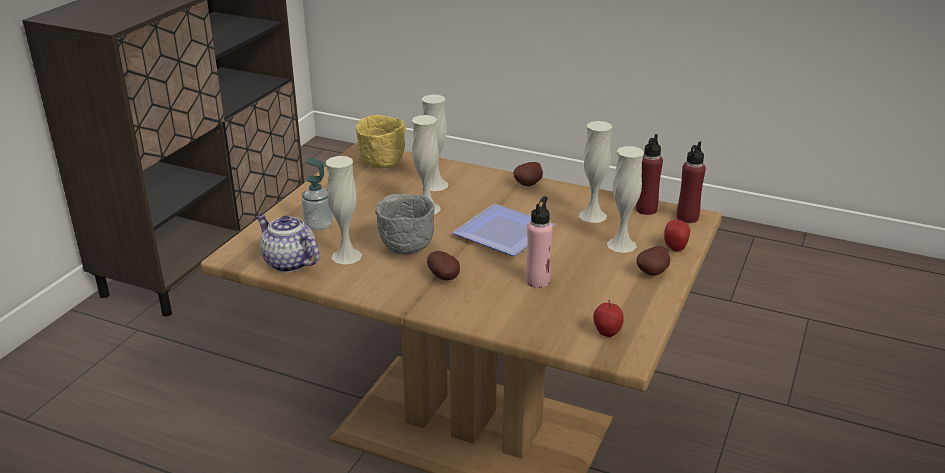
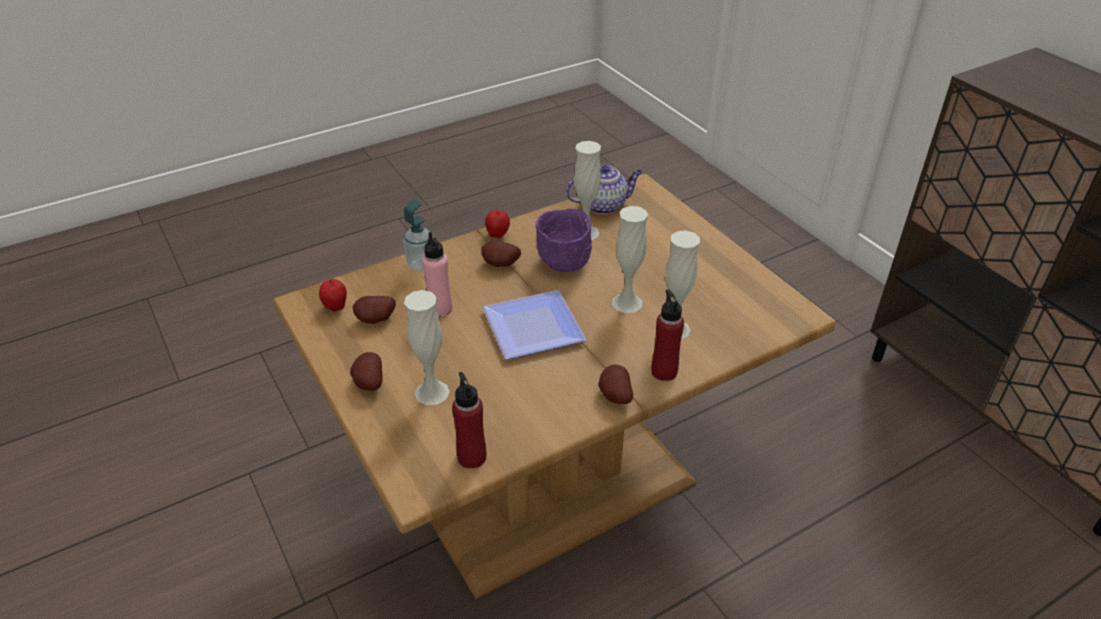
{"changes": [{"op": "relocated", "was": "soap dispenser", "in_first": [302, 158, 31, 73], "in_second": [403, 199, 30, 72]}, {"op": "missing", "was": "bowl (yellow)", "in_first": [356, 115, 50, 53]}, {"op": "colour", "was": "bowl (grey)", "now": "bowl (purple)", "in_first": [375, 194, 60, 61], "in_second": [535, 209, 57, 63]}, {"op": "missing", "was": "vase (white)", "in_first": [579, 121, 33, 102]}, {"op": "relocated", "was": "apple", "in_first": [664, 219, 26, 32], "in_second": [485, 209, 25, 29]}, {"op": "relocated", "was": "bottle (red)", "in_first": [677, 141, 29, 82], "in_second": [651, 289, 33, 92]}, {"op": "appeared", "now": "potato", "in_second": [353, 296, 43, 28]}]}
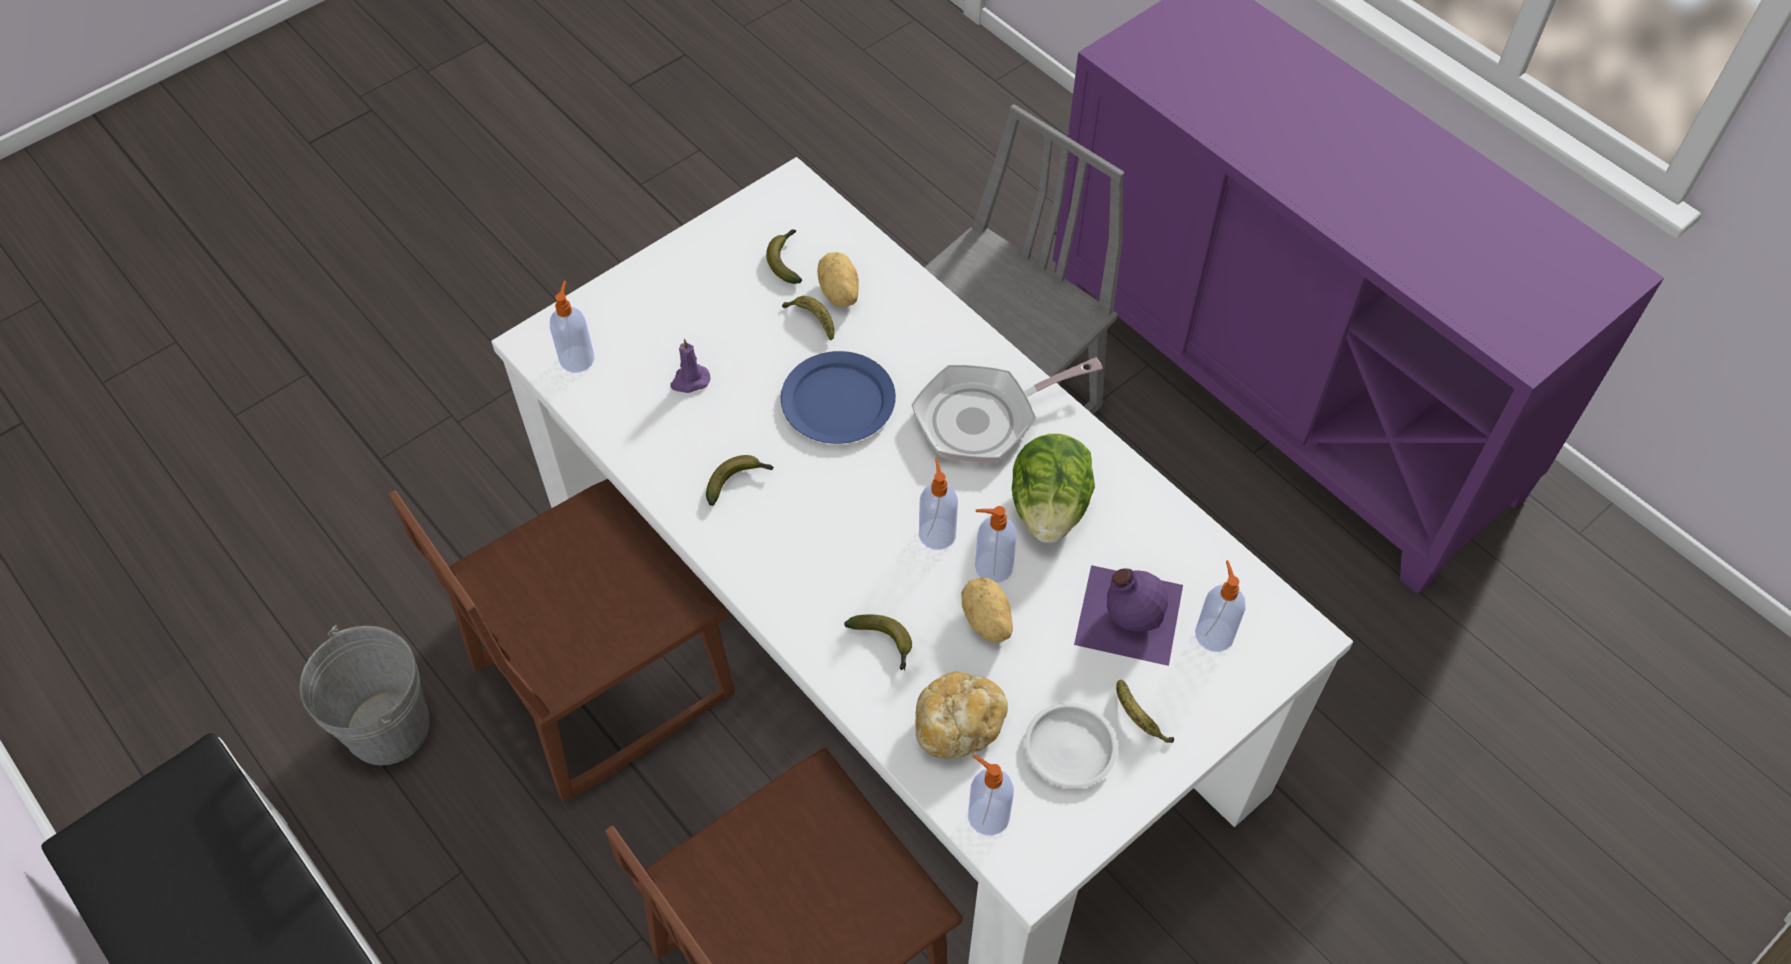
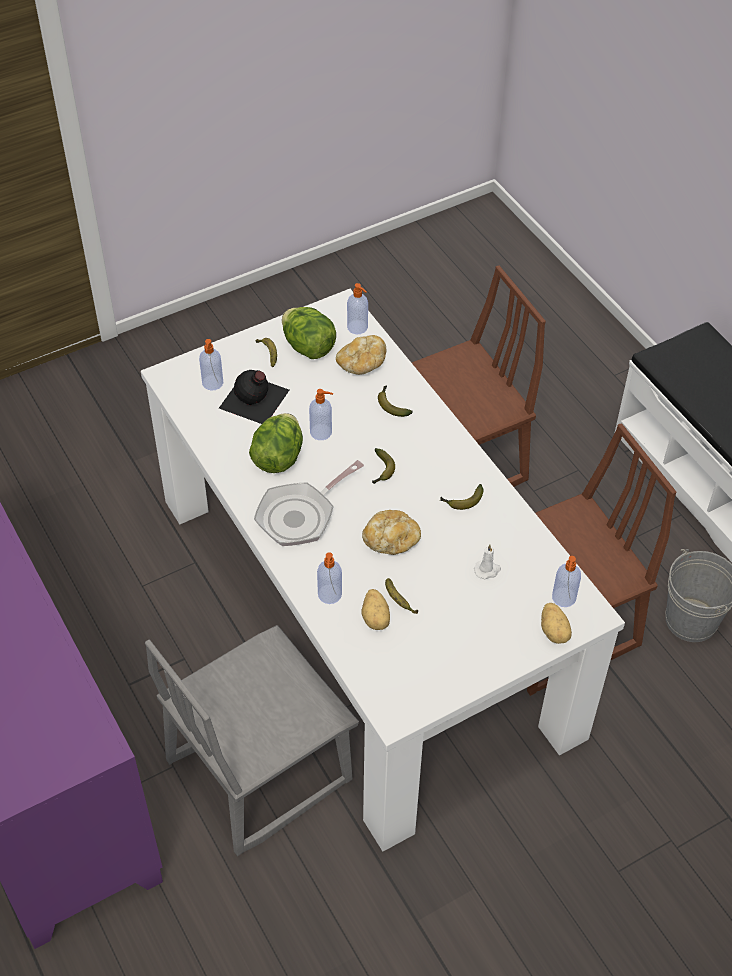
{"changes": [{"op": "colour", "was": "candle (purple)", "now": "candle (white)", "in_first": [670, 339, 40, 54], "in_second": [474, 545, 27, 35]}, {"op": "relocated", "was": "banana", "in_first": [766, 229, 36, 55], "in_second": [372, 448, 23, 36]}, {"op": "exchanged", "was": "plate (blue)", "now": "bread", "in_first": [781, 351, 115, 93], "in_second": [362, 510, 59, 45]}, {"op": "spun", "was": "frying pan", "in_first": [911, 357, 192, 106], "in_second": [254, 460, 110, 86], "clockwise": 150}, {"op": "relocated", "was": "soap dispenser", "in_first": [919, 458, 39, 92], "in_second": [317, 552, 25, 52]}, {"op": "relocated", "was": "potato", "in_first": [961, 577, 52, 66], "in_second": [541, 603, 31, 41]}, {"op": "exchanged", "was": "plate (white)", "now": "lettuce", "in_first": [1024, 703, 93, 86], "in_second": [282, 307, 54, 52]}, {"op": "colour", "was": "bottle (purple)", "now": "bottle (black)", "in_first": [1074, 565, 109, 101], "in_second": [219, 370, 70, 54]}]}
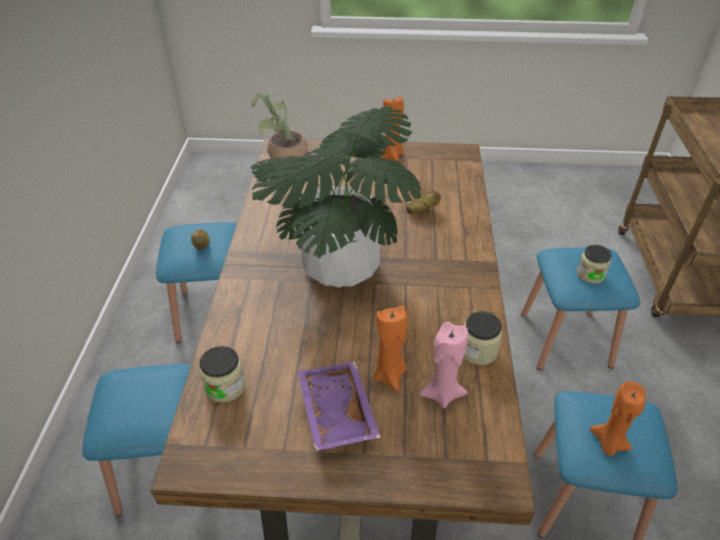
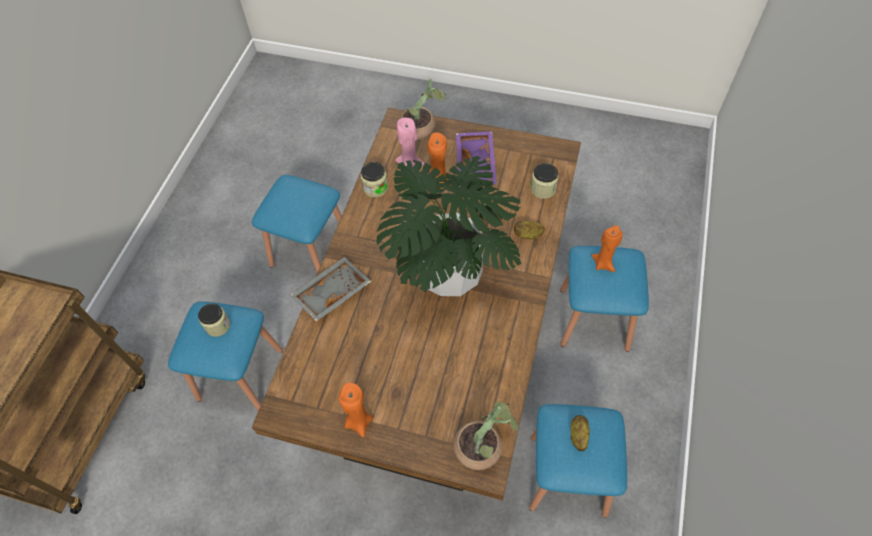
{"changes": [{"op": "relocated", "was": "potato", "in_first": [407, 190, 34, 25], "in_second": [514, 221, 31, 18]}, {"op": "relocated", "was": "candle (orange)", "in_first": [590, 381, 56, 75], "in_second": [591, 225, 32, 47]}, {"op": "appeared", "now": "tray (grey)", "in_second": [290, 257, 81, 64]}, {"op": "appeared", "now": "potted plant", "in_second": [401, 78, 45, 62]}]}
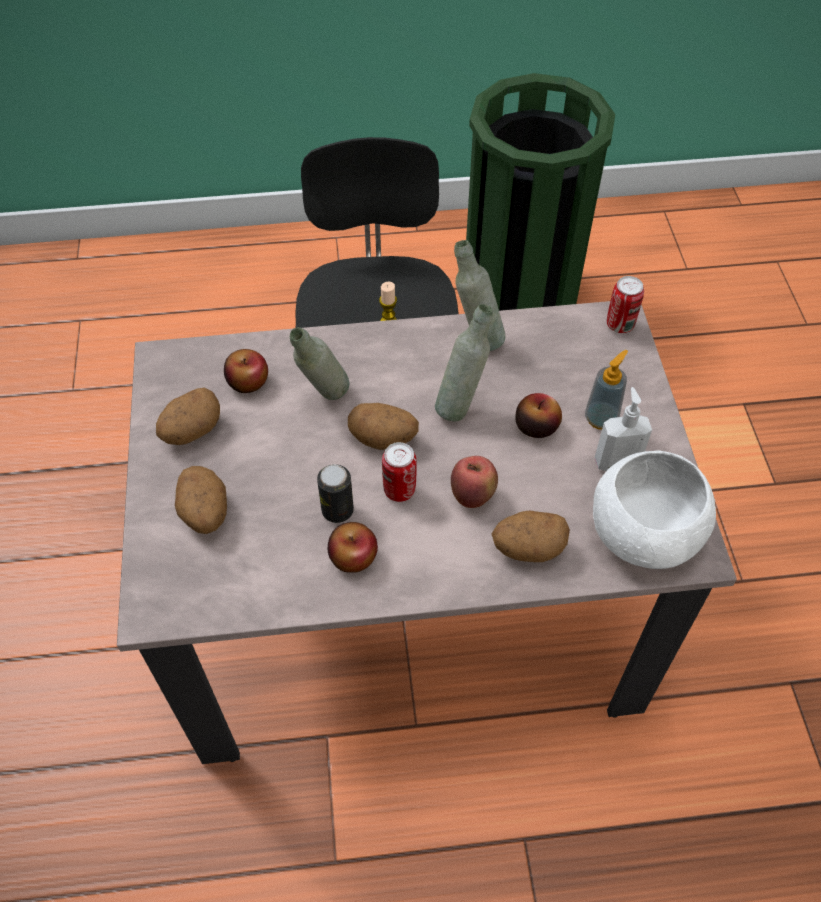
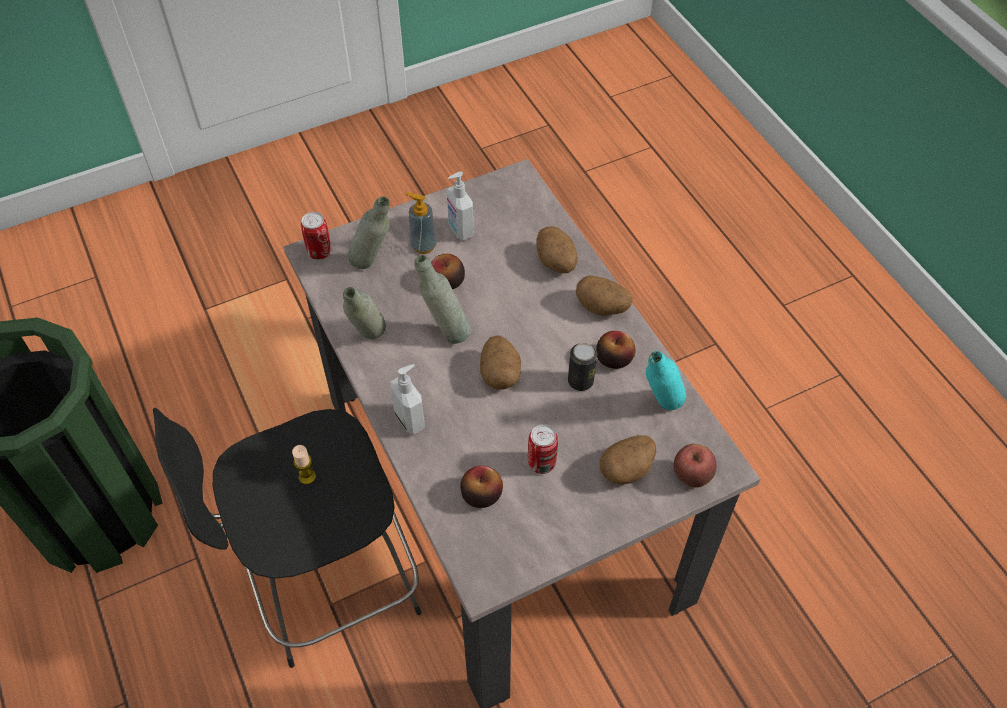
{"changes": [{"op": "relocated", "was": "potato", "in_first": [156, 387, 64, 58], "in_second": [576, 275, 57, 41]}, {"op": "relocated", "was": "bottle (grey)", "in_first": [290, 327, 59, 73], "in_second": [348, 196, 42, 73]}, {"op": "relocated", "was": "can", "in_first": [382, 442, 35, 60], "in_second": [528, 424, 30, 50]}, {"op": "relocated", "was": "apple", "in_first": [451, 456, 47, 52], "in_second": [674, 444, 43, 44]}, {"op": "missing", "was": "bowl (white)", "in_first": [593, 450, 123, 119]}, {"op": "appeared", "now": "soap dispenser", "in_second": [390, 364, 35, 71]}, {"op": "appeared", "now": "bottle (turquoise)", "in_second": [646, 351, 40, 59]}]}
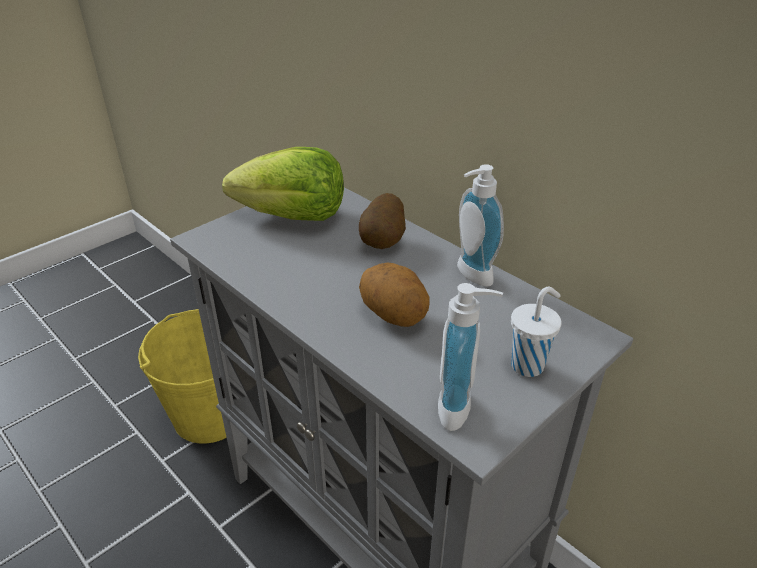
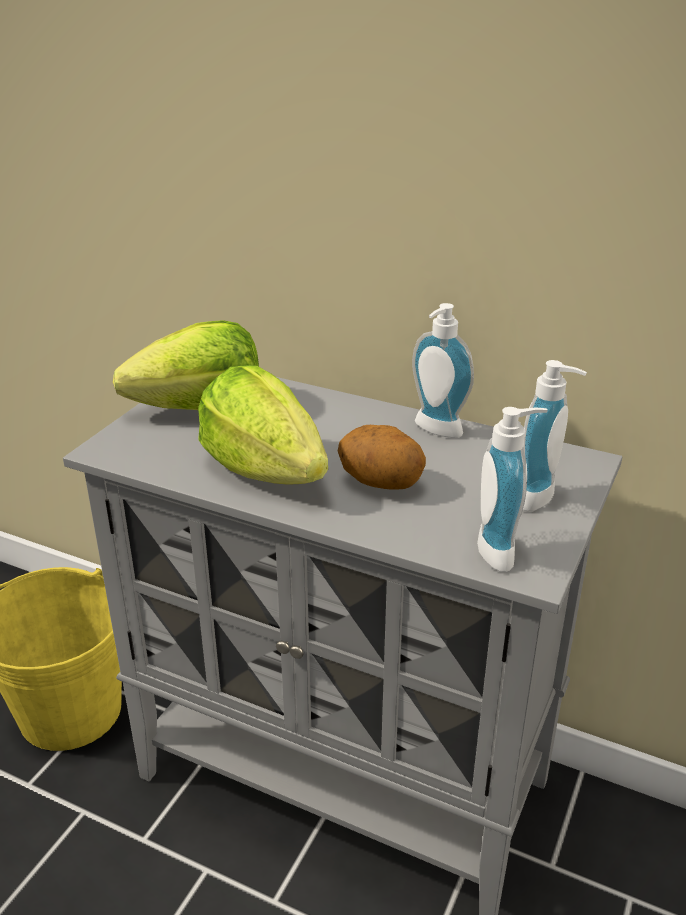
{"changes": [{"op": "missing", "was": "potato", "in_first": [359, 193, 47, 56]}, {"op": "exchanged", "was": "cup (white)", "now": "soap dispenser", "in_first": [511, 287, 50, 90], "in_second": [523, 360, 64, 152]}, {"op": "appeared", "now": "lettuce", "in_second": [198, 365, 130, 120]}]}
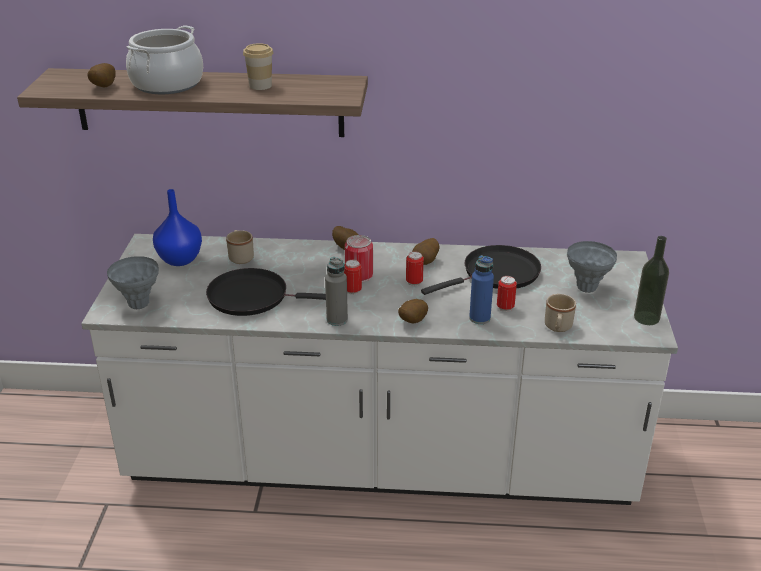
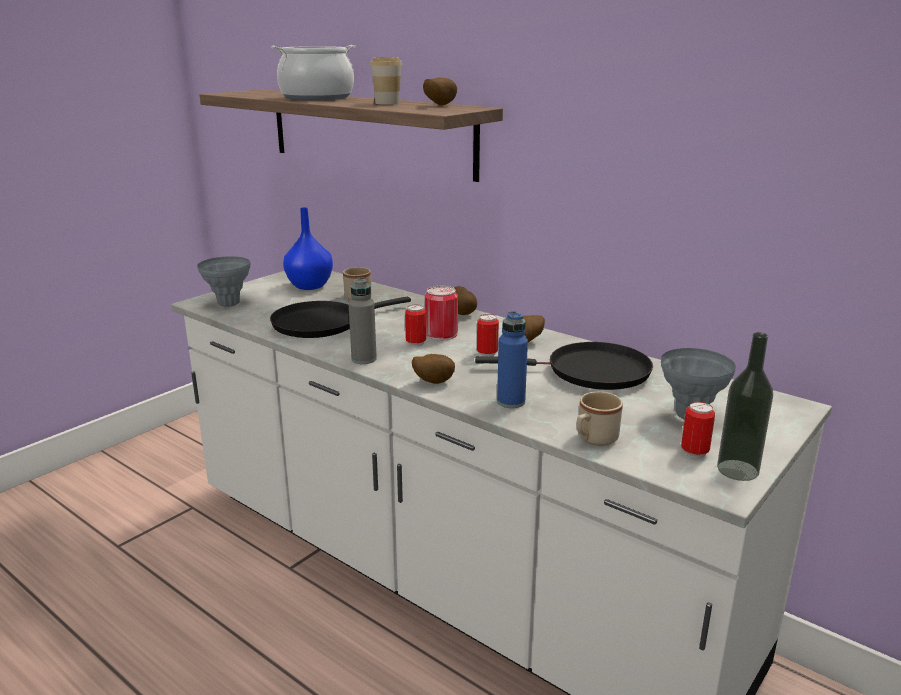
{"changes": [{"op": "relocated", "was": "potato", "in_first": [88, 63, 28, 25], "in_second": [423, 78, 34, 27]}, {"op": "spun", "was": "frying pan (black)", "in_first": [206, 268, 120, 48], "in_second": [270, 297, 141, 41], "clockwise": -75}, {"op": "relocated", "was": "can", "in_first": [497, 276, 20, 36], "in_second": [681, 402, 34, 56]}]}
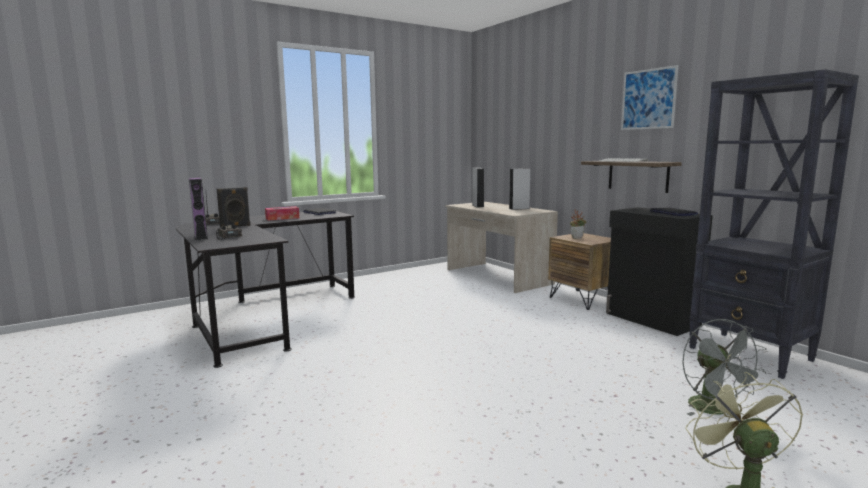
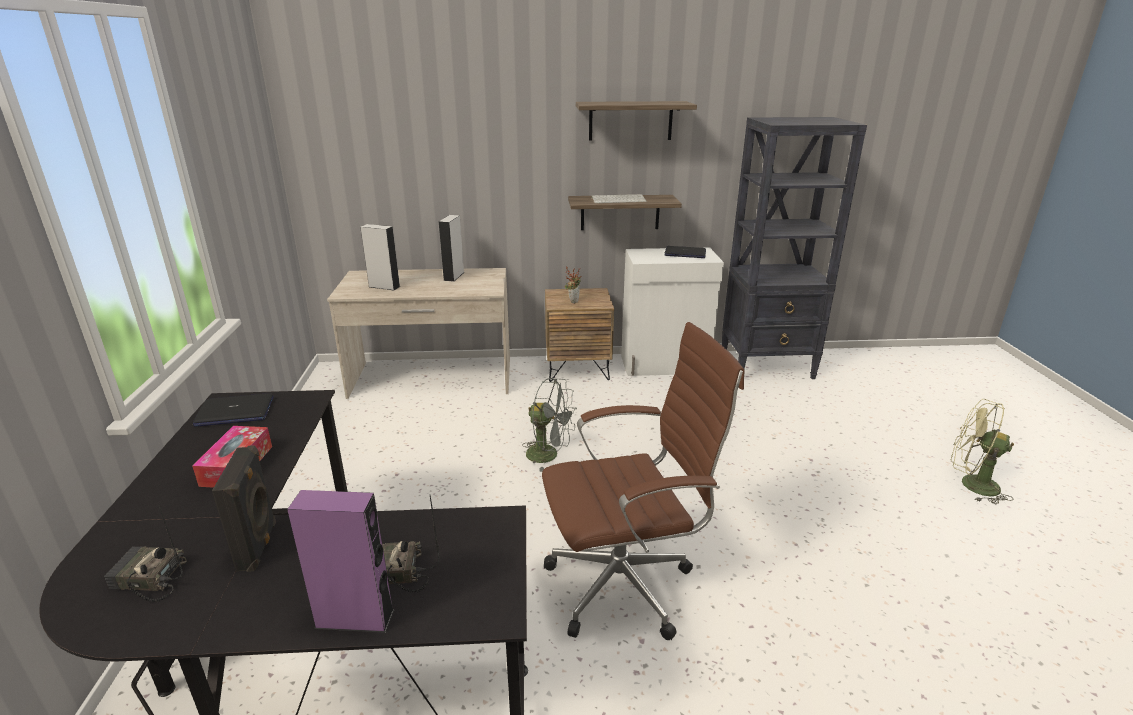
{"changes": [{"op": "colour", "was": "cabinet (black)", "now": "cabinet (white)", "in_first": [606, 207, 107, 129], "in_second": [621, 248, 103, 128]}, {"op": "exchanged", "was": "picture", "now": "shelf", "in_first": [621, 65, 57, 65], "in_second": [576, 101, 121, 40]}, {"op": "relocated", "was": "fan (grey)", "in_first": [682, 318, 85, 98], "in_second": [522, 378, 55, 94]}, {"op": "appeared", "now": "office chair (brown)", "in_second": [542, 322, 203, 318]}]}
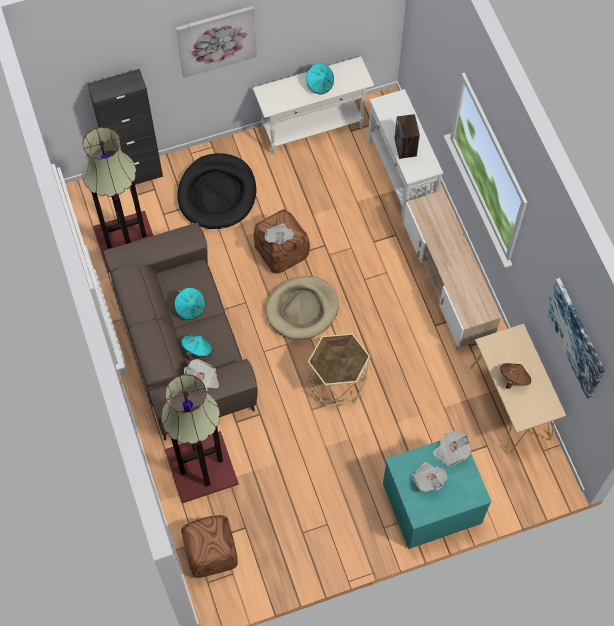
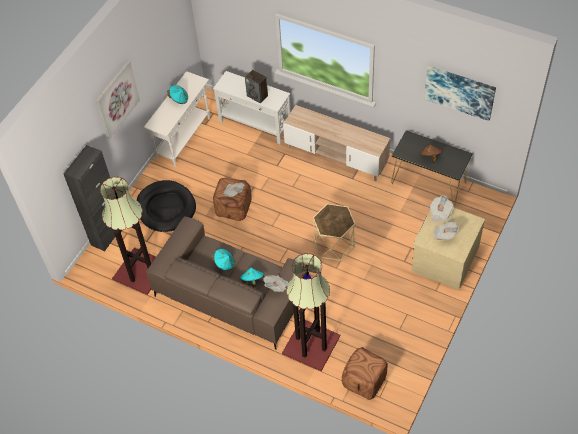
{"changes": [{"op": "missing", "was": "dog bed (beige)", "in_first": [265, 276, 74, 64]}, {"op": "colour", "was": "dresser (turquoise)", "now": "dresser (beige)", "in_first": [383, 433, 109, 116], "in_second": [412, 208, 73, 82]}, {"op": "colour", "was": "console table (beige)", "now": "console table (black)", "in_first": [470, 324, 96, 130], "in_second": [391, 130, 82, 76]}]}
